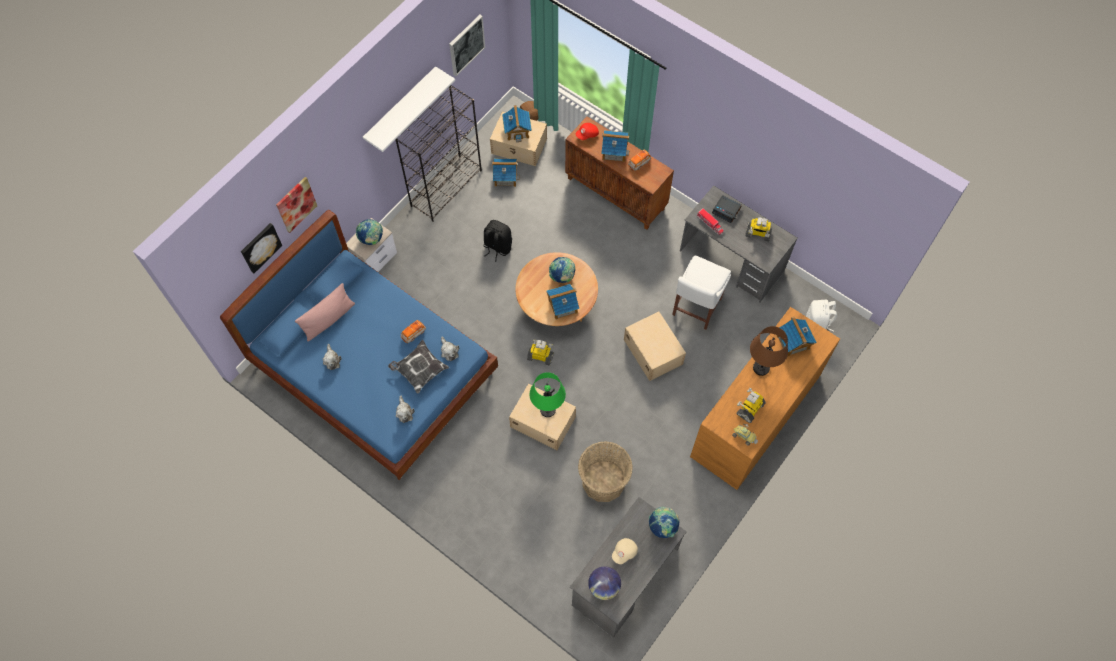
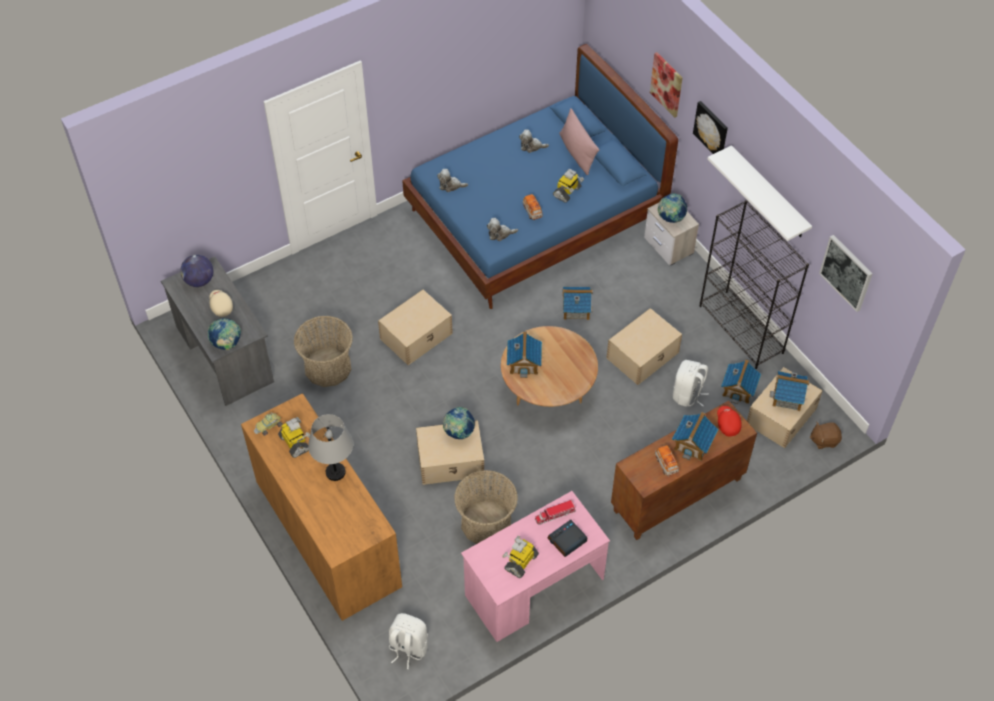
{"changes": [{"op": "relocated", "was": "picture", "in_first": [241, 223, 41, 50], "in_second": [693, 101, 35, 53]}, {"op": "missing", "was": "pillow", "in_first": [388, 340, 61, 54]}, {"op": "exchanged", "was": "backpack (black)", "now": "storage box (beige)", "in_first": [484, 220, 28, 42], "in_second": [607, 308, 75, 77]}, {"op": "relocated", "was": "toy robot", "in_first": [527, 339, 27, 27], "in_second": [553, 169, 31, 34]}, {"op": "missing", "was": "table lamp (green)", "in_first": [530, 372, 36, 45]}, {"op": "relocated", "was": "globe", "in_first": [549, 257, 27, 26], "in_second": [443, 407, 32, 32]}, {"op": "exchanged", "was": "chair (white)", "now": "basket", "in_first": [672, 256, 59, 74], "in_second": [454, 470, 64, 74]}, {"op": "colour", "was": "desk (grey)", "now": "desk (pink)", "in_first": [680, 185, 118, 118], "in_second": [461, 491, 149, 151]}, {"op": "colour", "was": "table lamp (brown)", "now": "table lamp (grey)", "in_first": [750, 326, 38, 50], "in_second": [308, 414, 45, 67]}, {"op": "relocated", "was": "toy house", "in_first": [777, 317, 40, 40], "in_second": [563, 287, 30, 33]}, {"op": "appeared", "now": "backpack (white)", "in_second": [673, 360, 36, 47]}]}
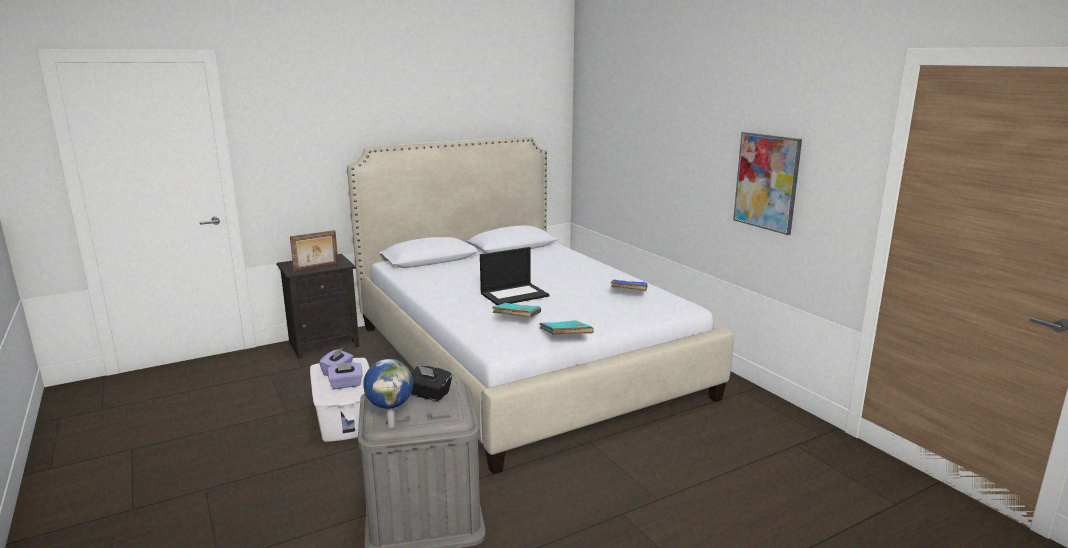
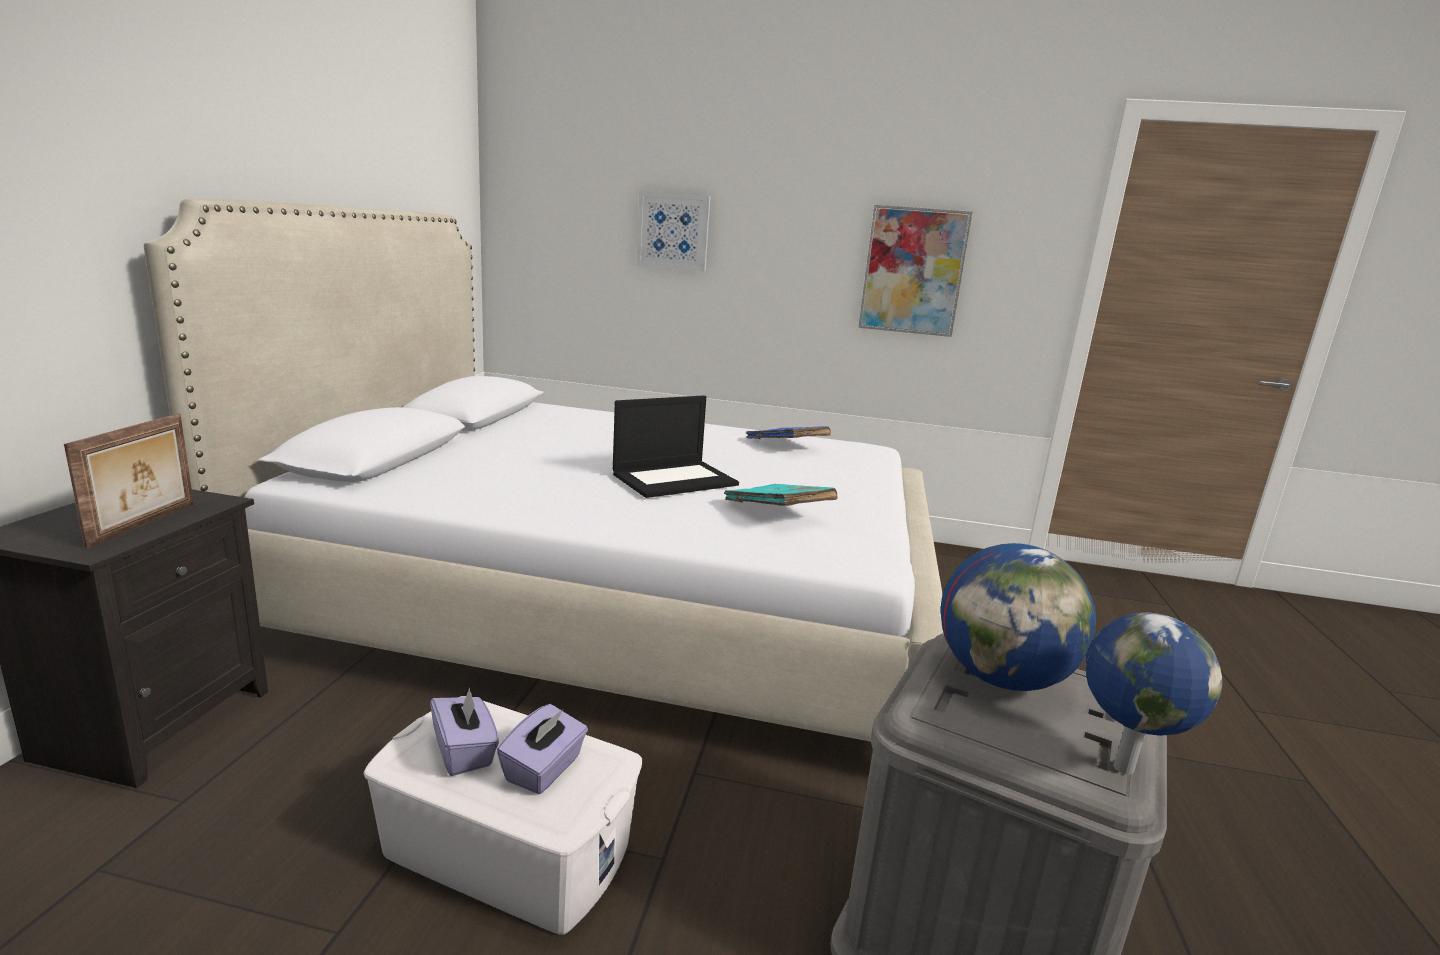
{"changes": [{"op": "exchanged", "was": "tissue box (black)", "now": "globe", "in_first": [411, 365, 41, 36], "in_second": [941, 543, 155, 148]}, {"op": "spun", "was": "laptop", "in_first": [480, 247, 70, 58], "in_second": [613, 395, 126, 103], "clockwise": 45}, {"op": "missing", "was": "book (turquoise)", "in_first": [539, 320, 55, 15]}, {"op": "appeared", "now": "picture", "in_second": [636, 191, 75, 81]}]}
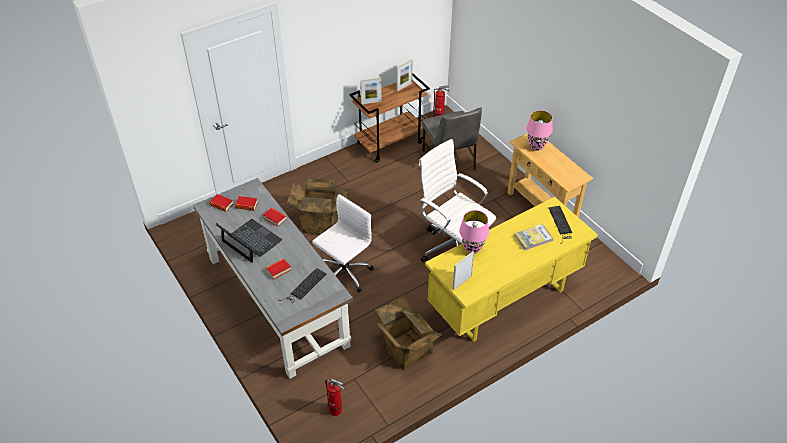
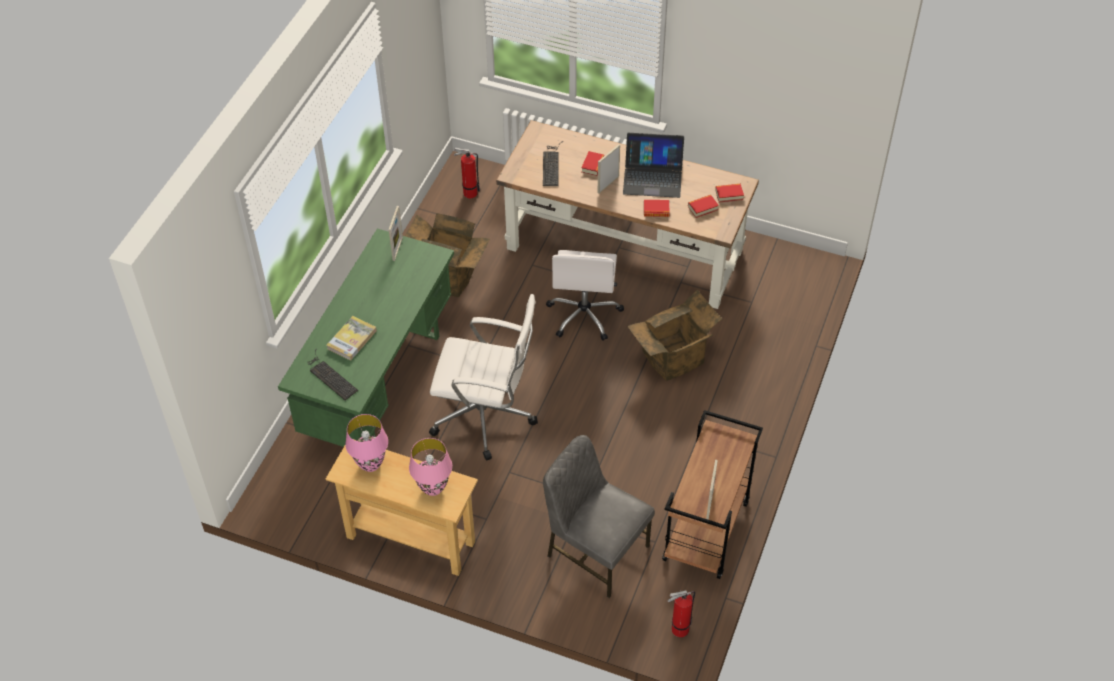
{"changes": [{"op": "colour", "was": "desk (grey)", "now": "desk (brown)", "in_first": [193, 178, 160, 201], "in_second": [496, 120, 263, 189]}, {"op": "relocated", "was": "picture frame", "in_first": [360, 77, 22, 28], "in_second": [597, 144, 23, 49]}, {"op": "colour", "was": "desk (yellow)", "now": "desk (green)", "in_first": [425, 197, 173, 145], "in_second": [278, 228, 176, 219]}, {"op": "relocated", "was": "table lamp (pink)", "in_first": [459, 210, 30, 44], "in_second": [345, 414, 43, 58]}]}
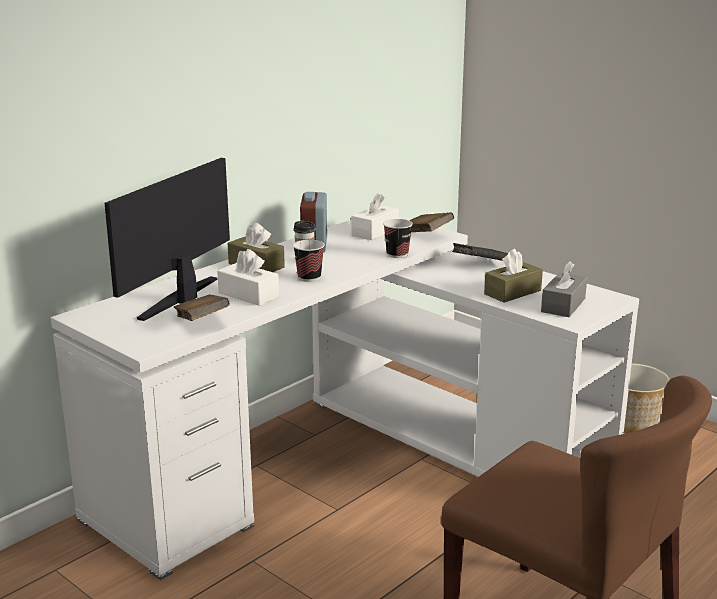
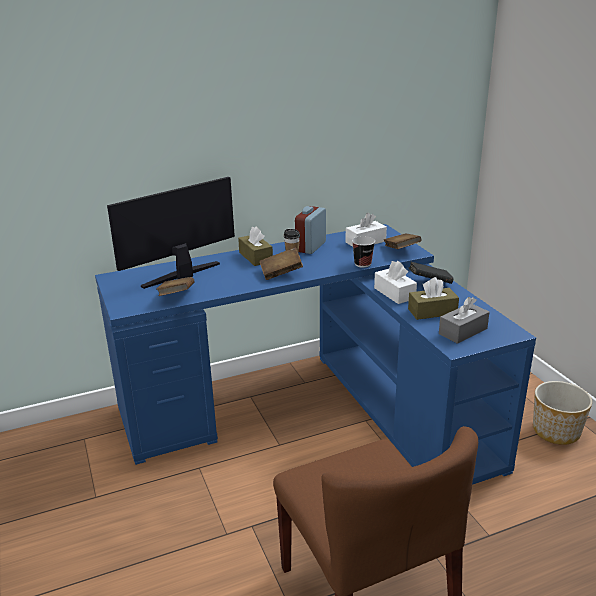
{"changes": [{"op": "colour", "was": "desk (white)", "now": "desk (blue)", "in_first": [51, 217, 588, 363], "in_second": [95, 224, 441, 261]}, {"op": "relocated", "was": "tissue box (white)", "in_first": [217, 249, 62, 57], "in_second": [374, 261, 43, 43]}, {"op": "exchanged", "was": "cup", "now": "book (brown)", "in_first": [293, 240, 32, 42], "in_second": [259, 247, 44, 33]}]}
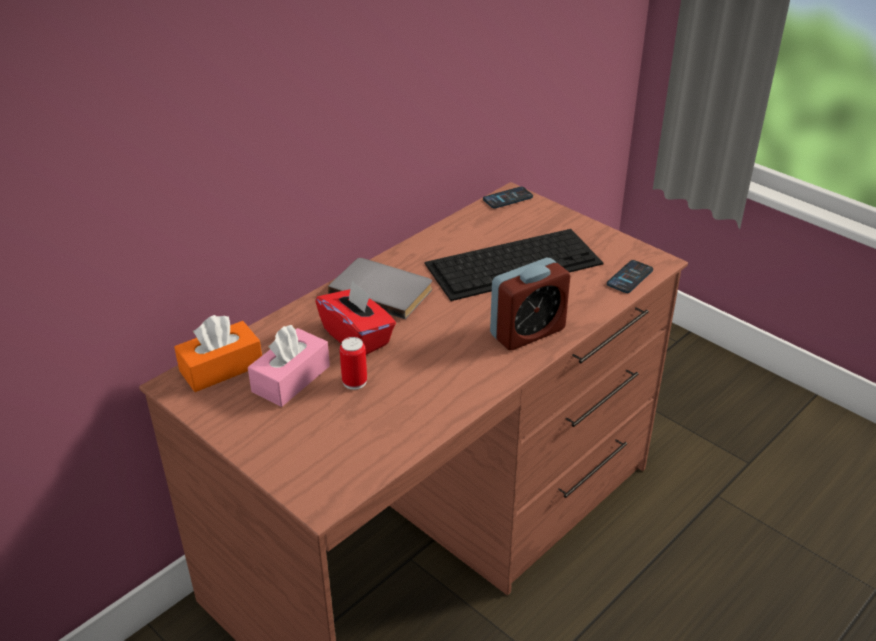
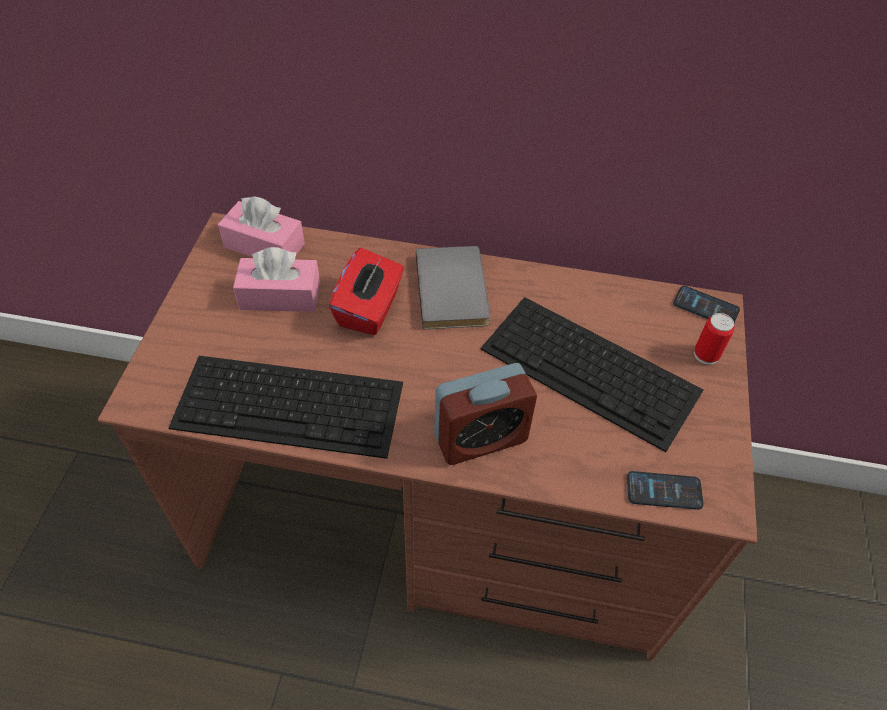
{"changes": [{"op": "colour", "was": "tissue box (orange)", "now": "tissue box (pink)", "in_first": [174, 315, 88, 77], "in_second": [218, 196, 87, 61]}, {"op": "relocated", "was": "can", "in_first": [340, 337, 27, 53], "in_second": [694, 313, 41, 52]}, {"op": "spun", "was": "alarm clock", "in_first": [490, 258, 80, 92], "in_second": [434, 363, 103, 102], "clockwise": -45}, {"op": "appeared", "now": "keyboard", "in_second": [169, 356, 234, 103]}]}
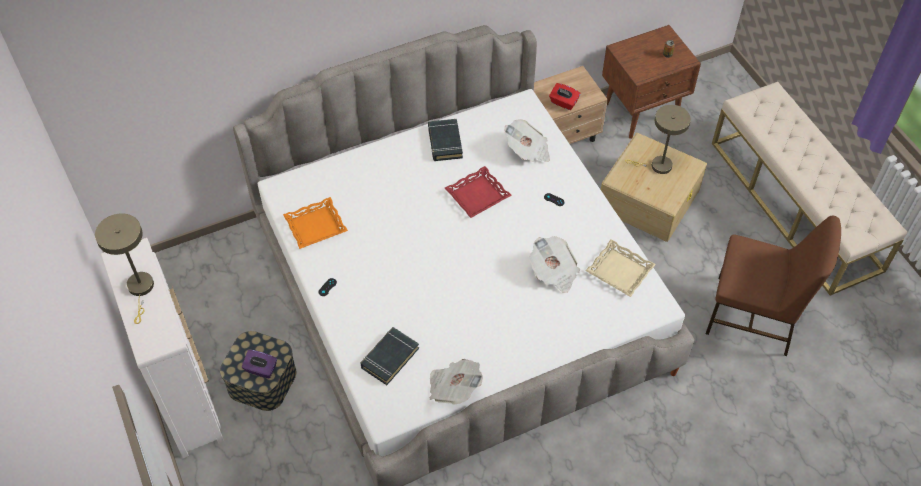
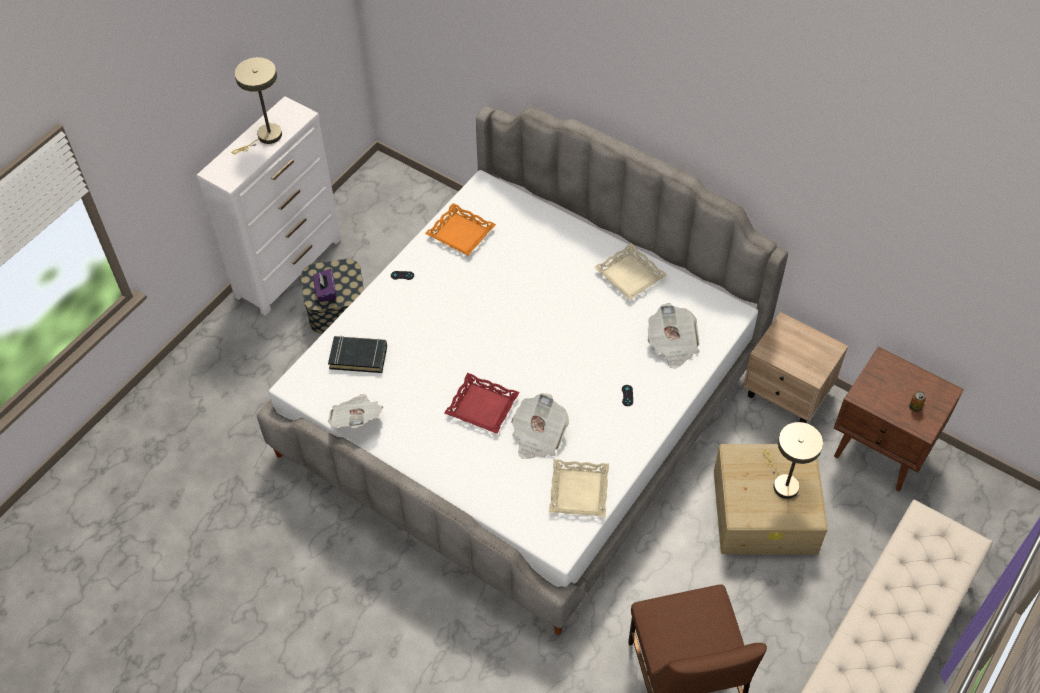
{"changes": [{"op": "exchanged", "was": "book (black)", "now": "tray (beige)", "in_first": [428, 119, 35, 42], "in_second": [594, 243, 73, 57]}, {"op": "relocated", "was": "tray (red)", "in_first": [445, 166, 67, 52], "in_second": [444, 373, 76, 61]}, {"op": "missing", "was": "tissue box (red)", "in_first": [549, 83, 32, 27]}]}
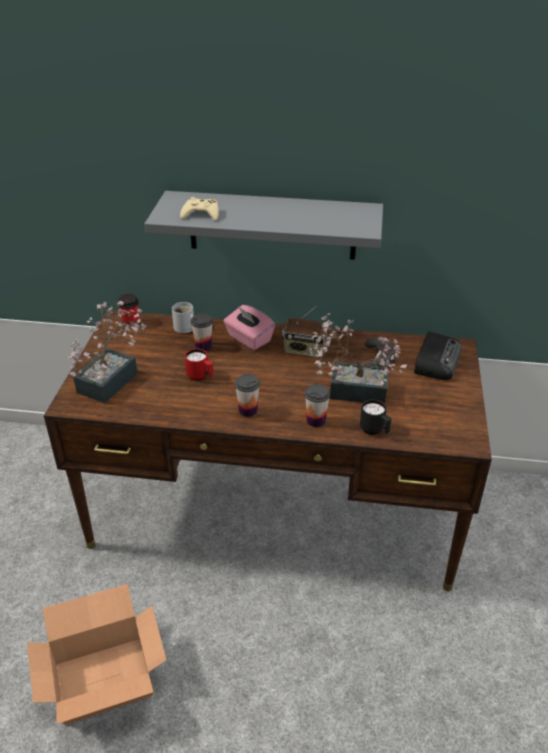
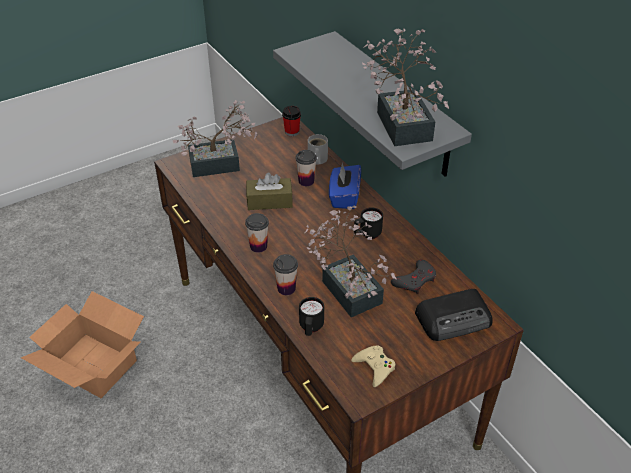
{"changes": [{"op": "relocated", "was": "game controller (beige)", "in_first": [180, 197, 39, 24], "in_second": [351, 345, 44, 42]}, {"op": "exchanged", "was": "mug (red)", "now": "tissue box (brown)", "in_first": [185, 349, 28, 32], "in_second": [246, 173, 47, 37]}, {"op": "colour", "was": "tissue box (pink)", "now": "tissue box (blue)", "in_first": [223, 305, 52, 45], "in_second": [329, 163, 32, 46]}, {"op": "exchanged", "was": "radio", "now": "mug (black)", "in_first": [282, 306, 48, 52], "in_second": [354, 207, 29, 32]}, {"op": "appeared", "now": "potted plant", "in_second": [362, 28, 87, 118]}]}
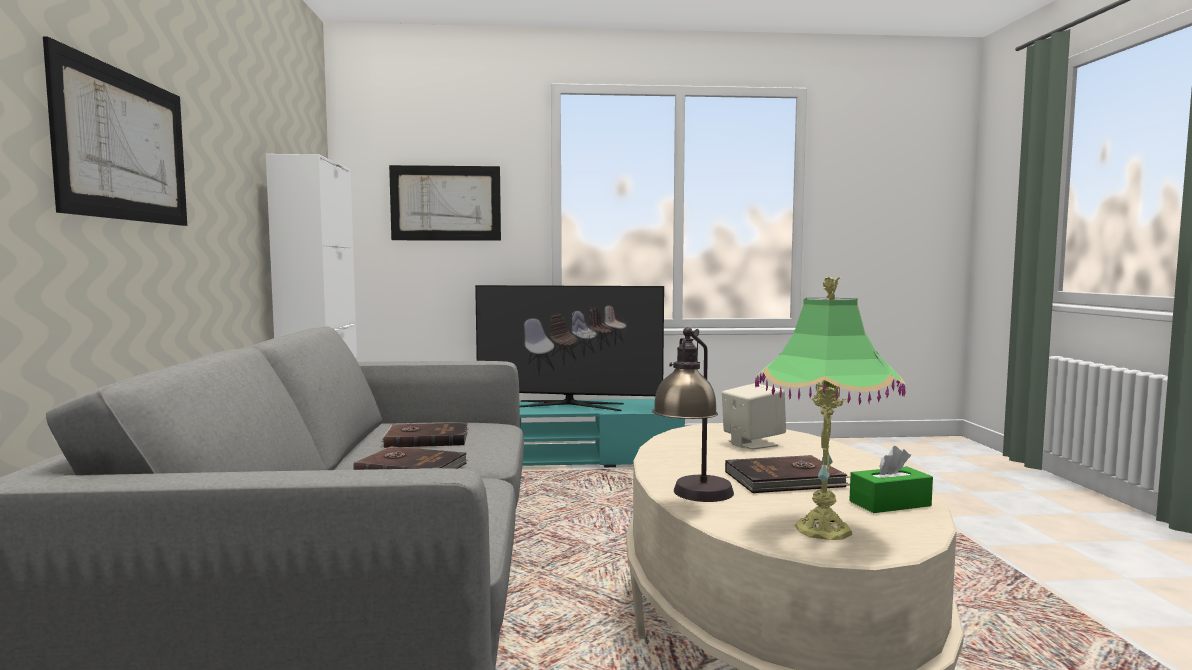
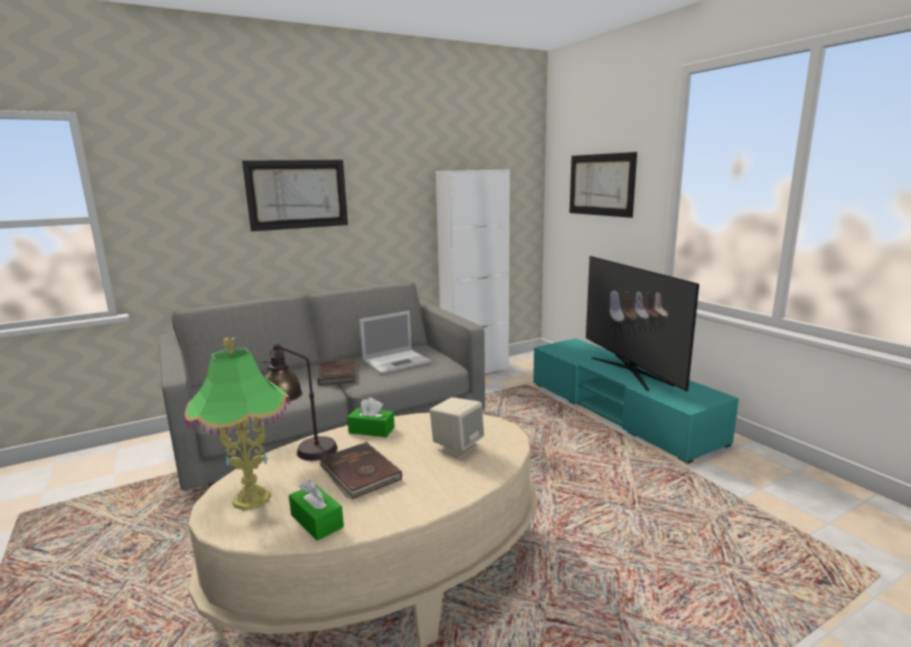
{"changes": [{"op": "exchanged", "was": "book (brown)", "now": "laptop", "in_first": [381, 423, 88, 25], "in_second": [359, 311, 72, 63]}, {"op": "appeared", "now": "tissue box (green)", "in_second": [347, 397, 48, 40]}]}
